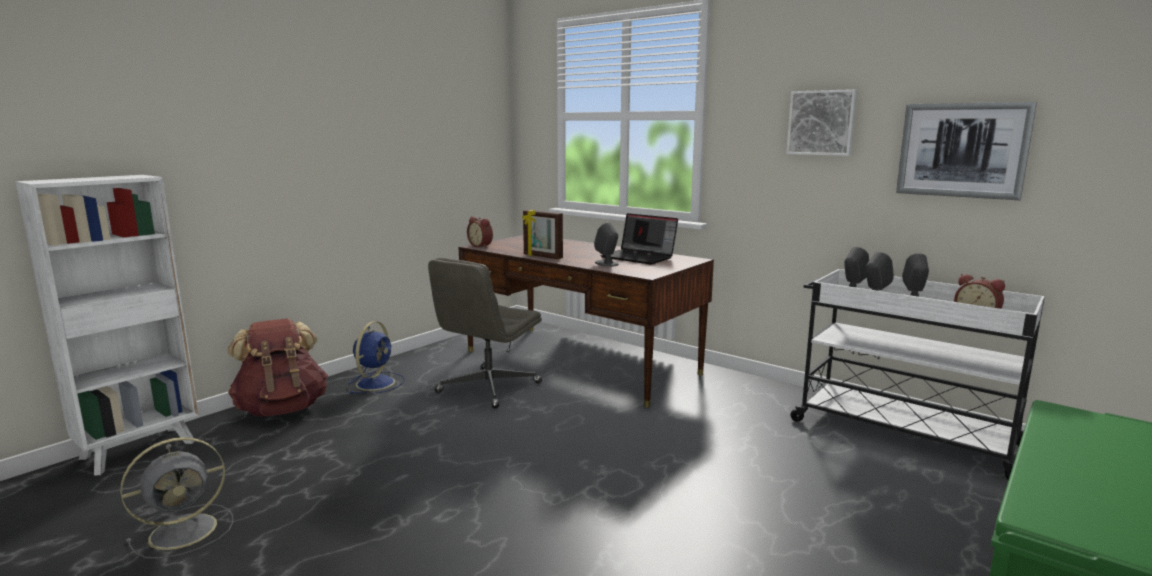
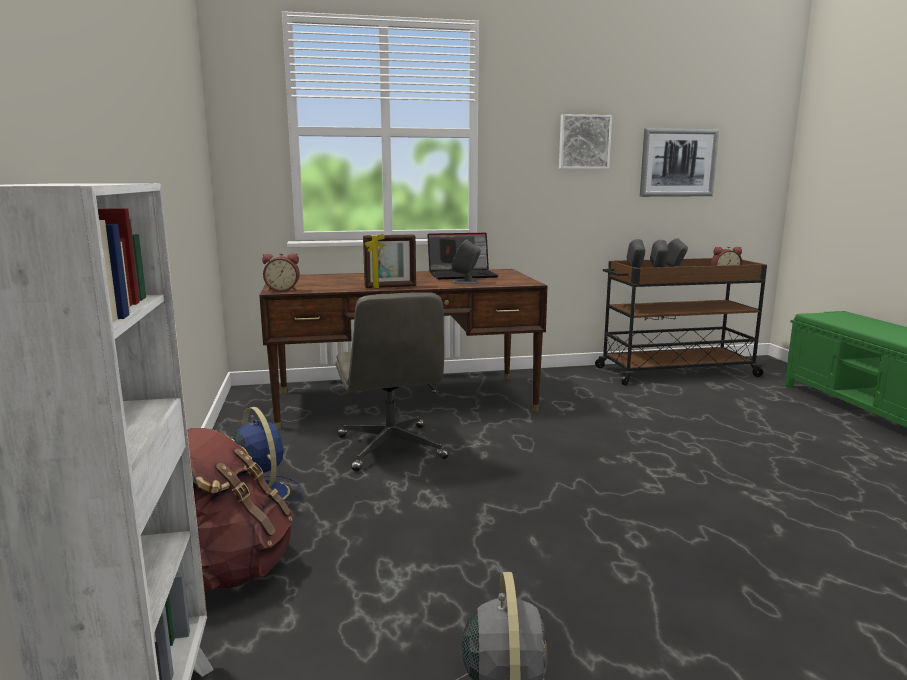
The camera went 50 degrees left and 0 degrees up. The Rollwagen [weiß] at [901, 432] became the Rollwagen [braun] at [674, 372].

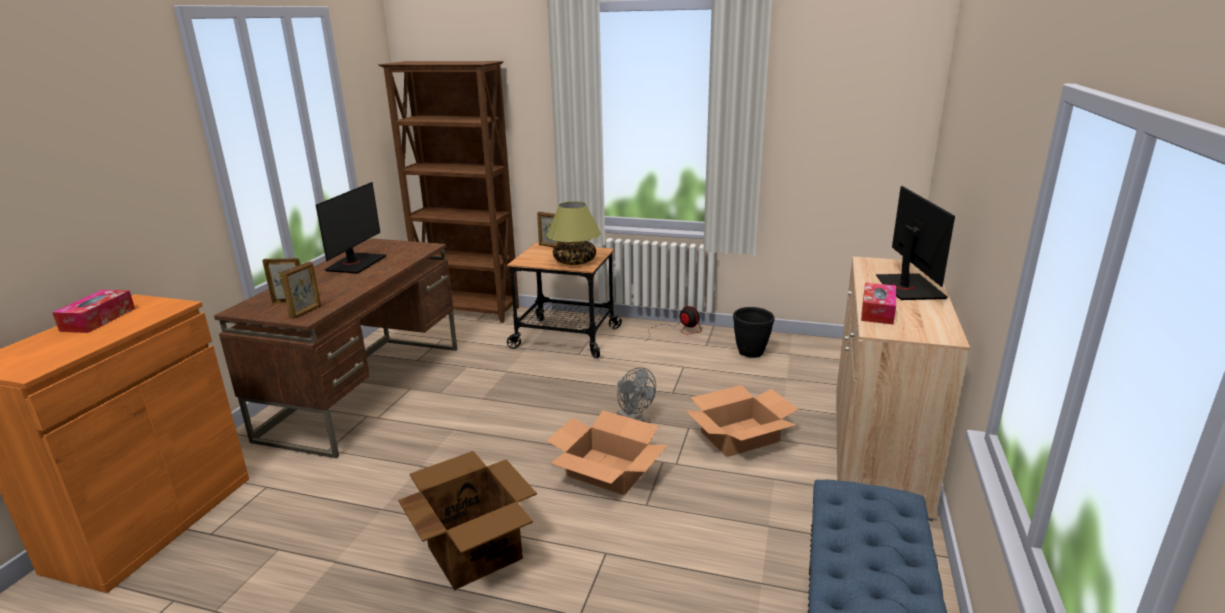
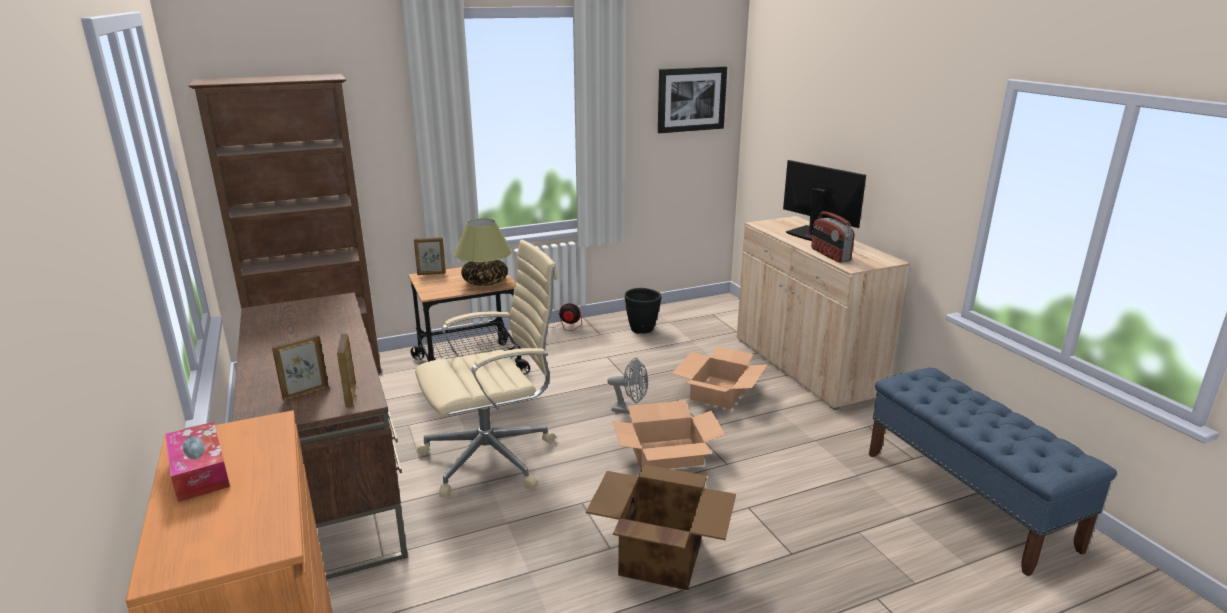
The camera went 40 degrees left and 0 degrees up. The Monitor at [355, 263] disappeared. The Taschentuchbox at [877, 311] was replaced by the Radio at [830, 255]. The Bürostuhl [beige] at [493, 457] appeared. The Bild at [691, 99] appeared.

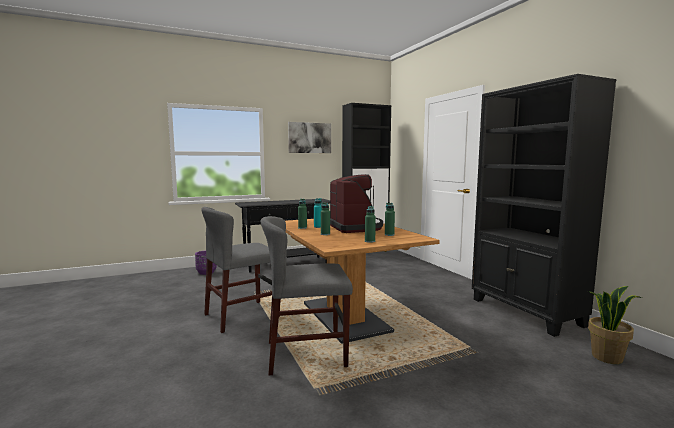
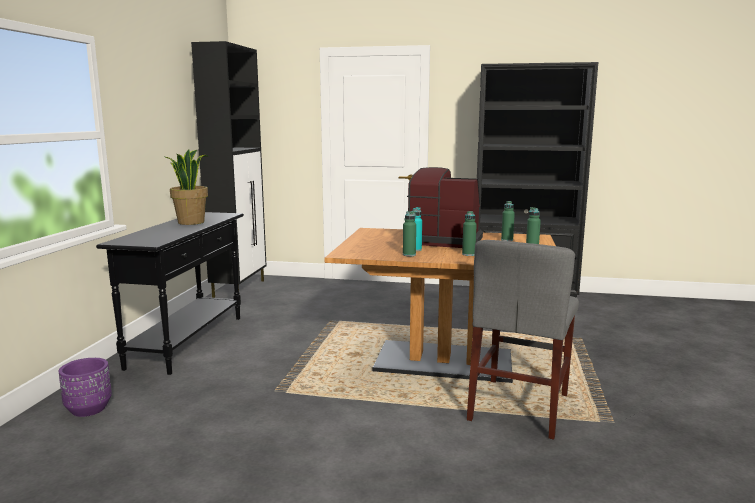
The camera went 55 degrees left and 5 degrees up. The Stuhl [grau] at [242, 315] disappeared. The Bild at [309, 138] disappeared. The Topfpflanze moved from [606, 357] to [191, 222].

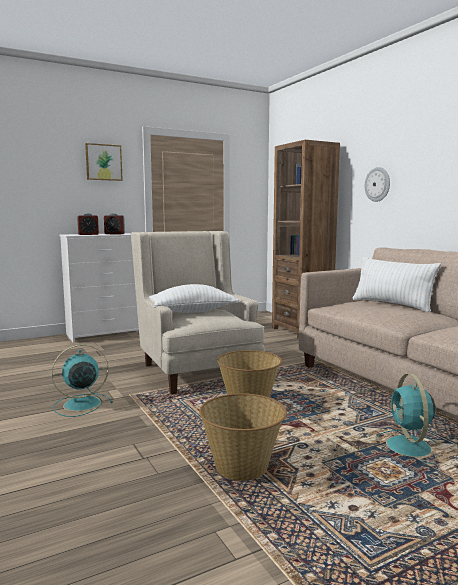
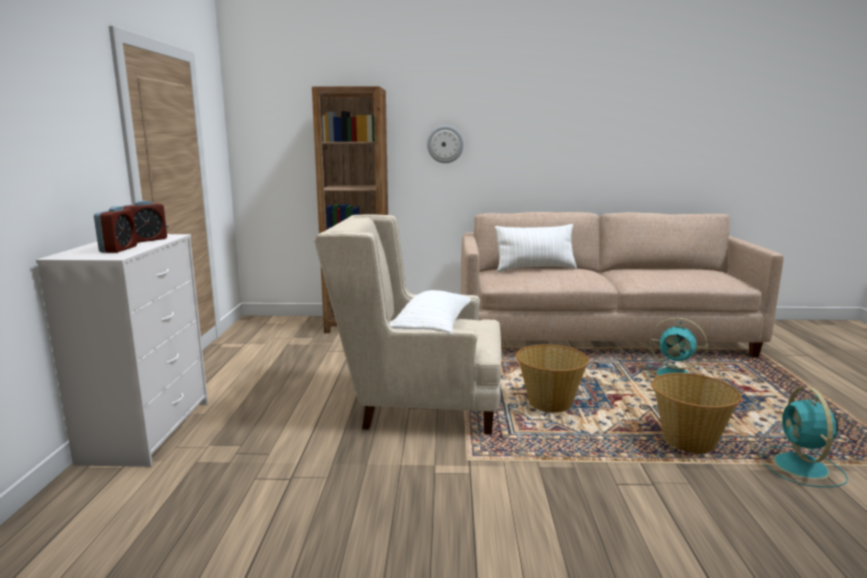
The camera went 60 degrees left and 5 degrees up. The Ventilator [türkis] moved from [80, 404] to [802, 467]. The Bild at [103, 162] disappeared.

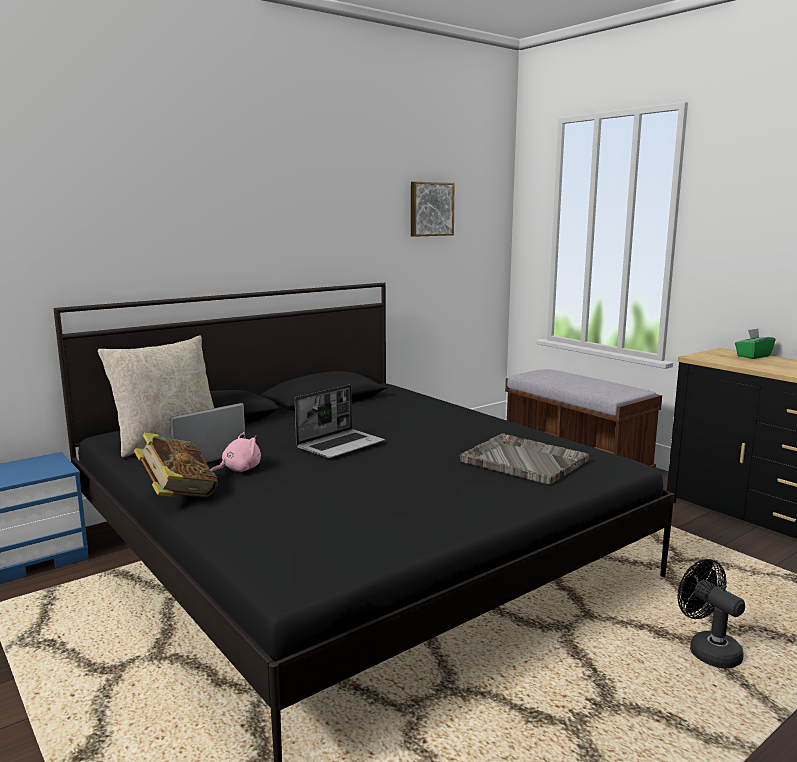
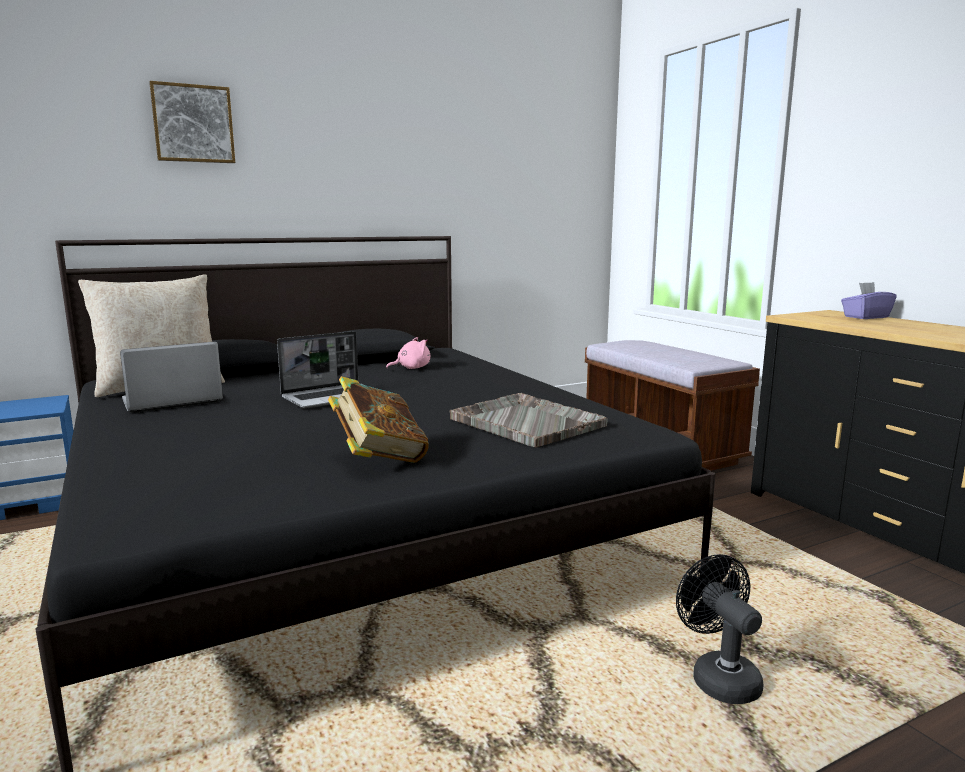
The camera went 10 degrees right and 0 degrees up. The Buch moved from [178, 495] to [379, 458]. The Plüschtier [rosa] moved from [239, 470] to [411, 368]. The Bild moved from [430, 209] to [193, 124]. The Taschentuchbox [grün] at [753, 356] became the Taschentuchbox [lila] at [865, 317].

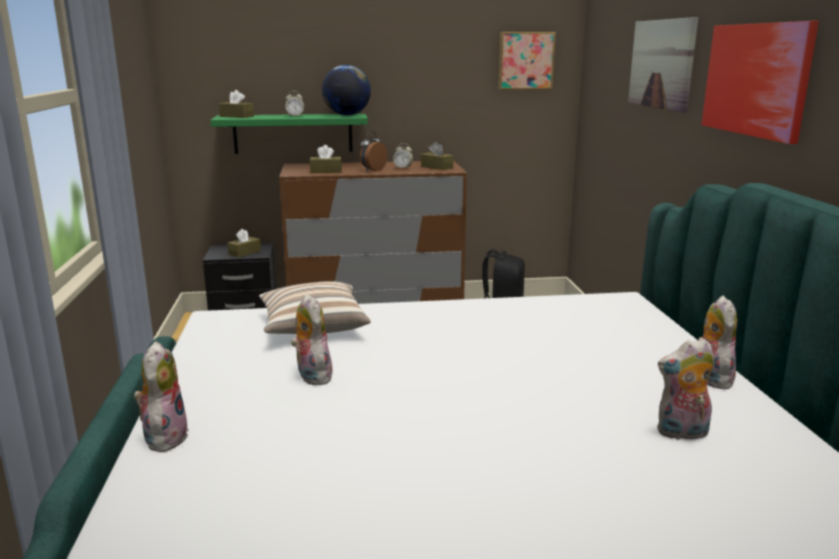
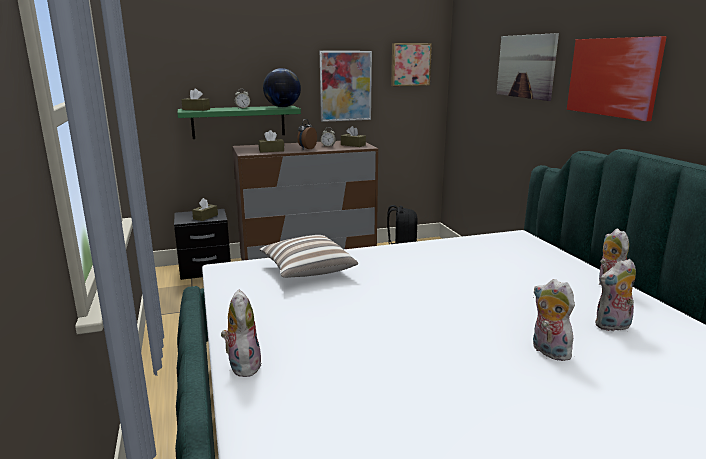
The camera went 10 degrees left and 0 degrees up. The Plüschtier moved from [311, 376] to [548, 351]. The Bild at [345, 86] appeared.

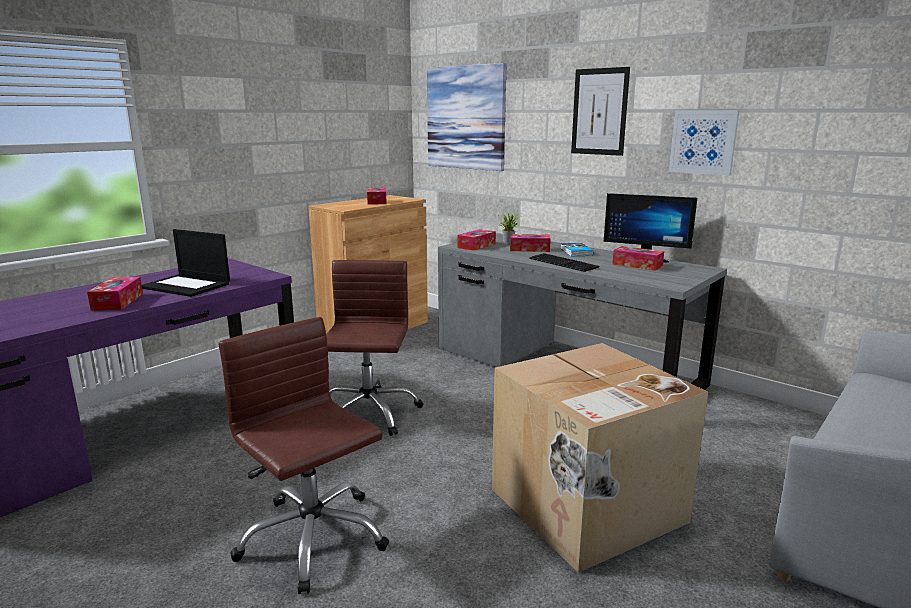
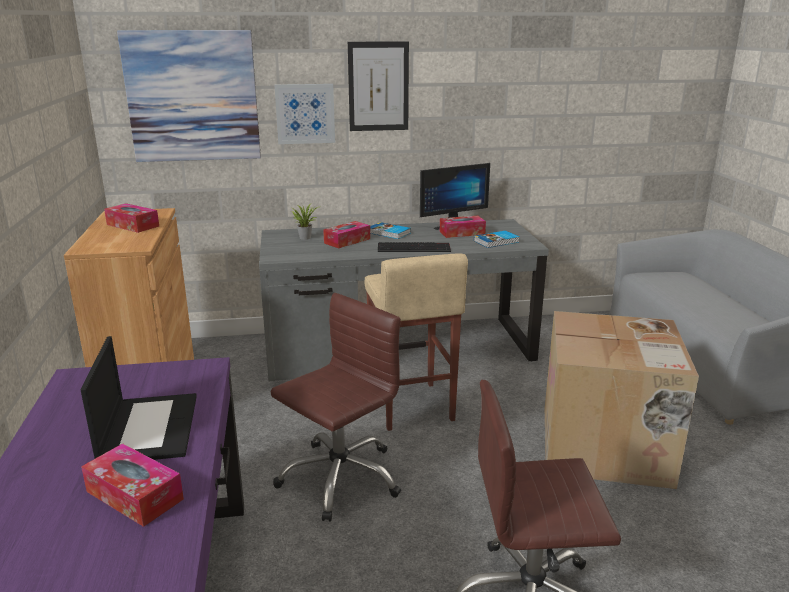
The camera went 50 degrees left and 5 degrees up. The Laptop at [187, 286] turned 75 degrees counterclockwise. The Bürostuhl [braun] at [368, 412] turned 90 degrees clockwise. The Taschentuchbox at [476, 246] disappeared. The Bild moved from [703, 142] to [305, 113]. The Hocker [beige] at [410, 406] appeared. The Buch at [497, 241] appeared.

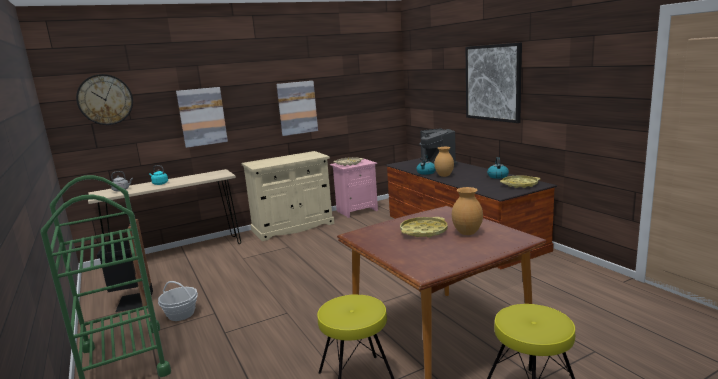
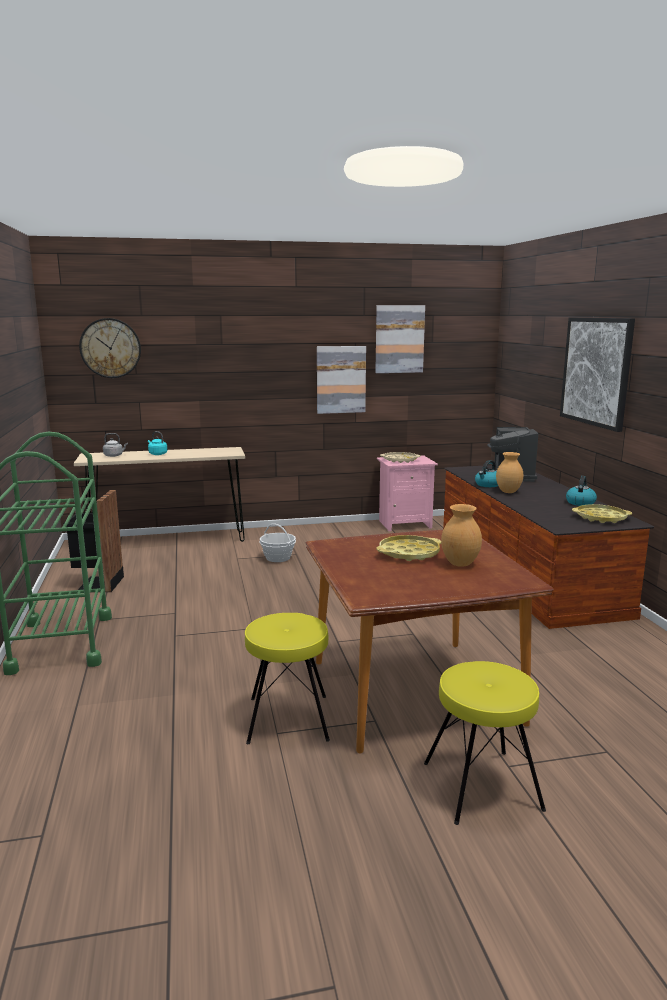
The camera went 15 degrees right and 0 degrees up. The Korb moved from [181, 314] to [278, 558]. The Bild moved from [202, 117] to [399, 339]. The Schrank [beige] at [293, 227] disappeared.

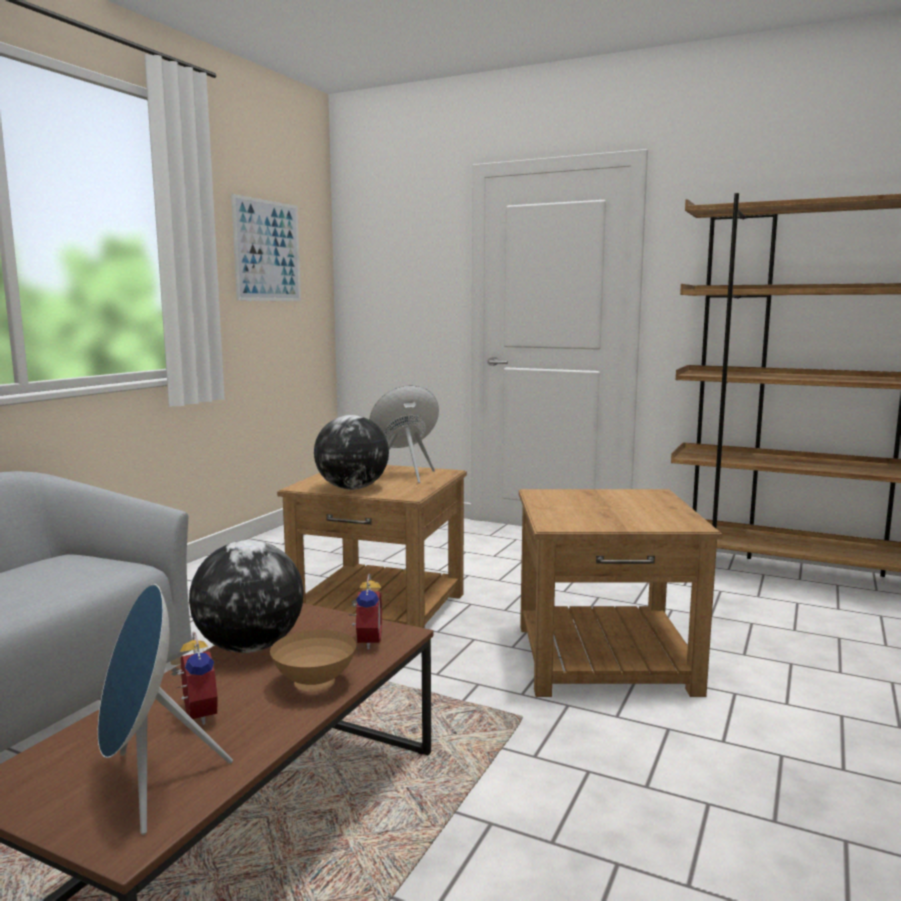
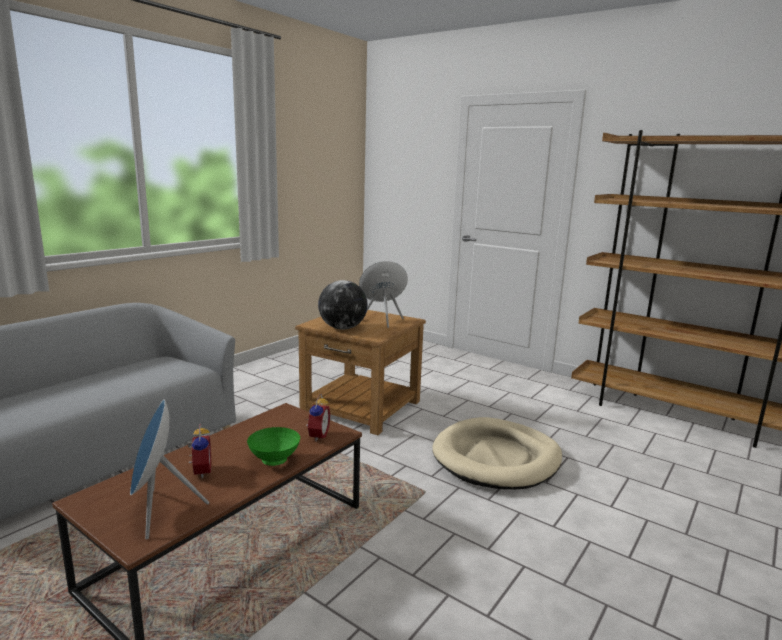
The camera went 10 degrees right and 5 degrees up. The Globus at [250, 647] disappeared. The Bild at [267, 251] disappeared. The Schüssel [braun] at [316, 684] became the Schüssel [grün] at [275, 461]. The Beistelltisch [braun] at [604, 658] was replaced by the Hundebett [beige] at [496, 458].

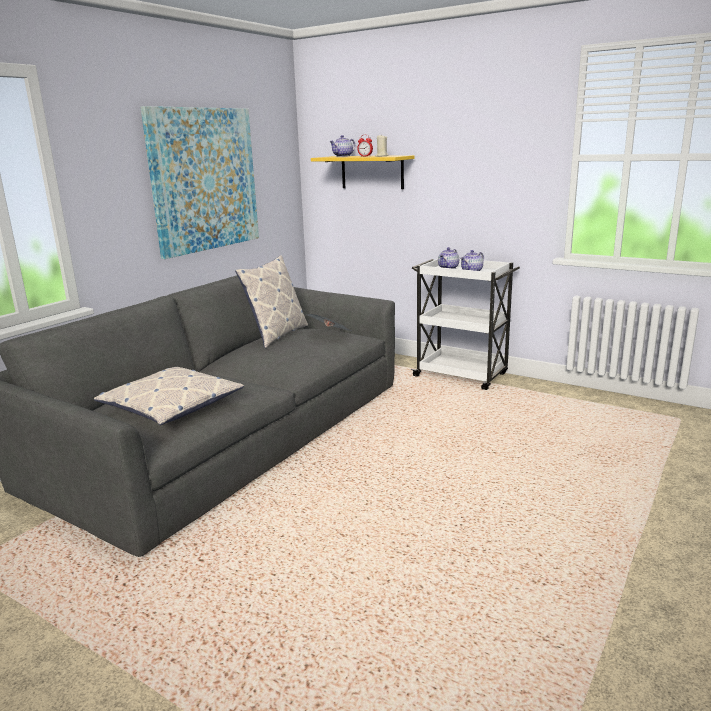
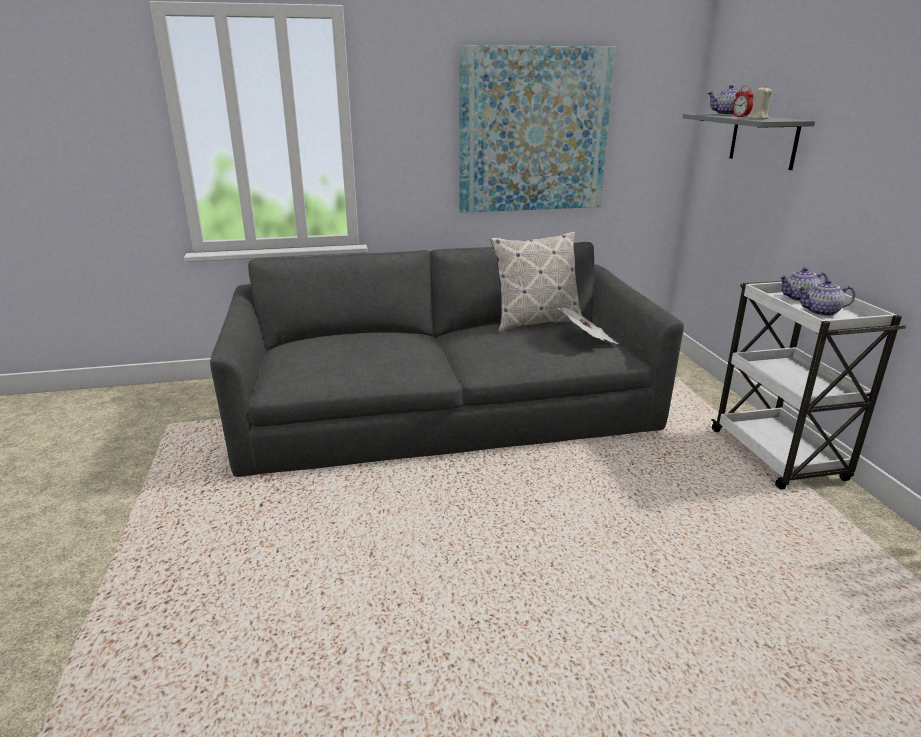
The camera went 45 degrees right and 5 degrees up. The Kissen at [171, 405] disappeared. The Wandregal [gelb] at [372, 172] became the Wandregal [grau] at [763, 140].

